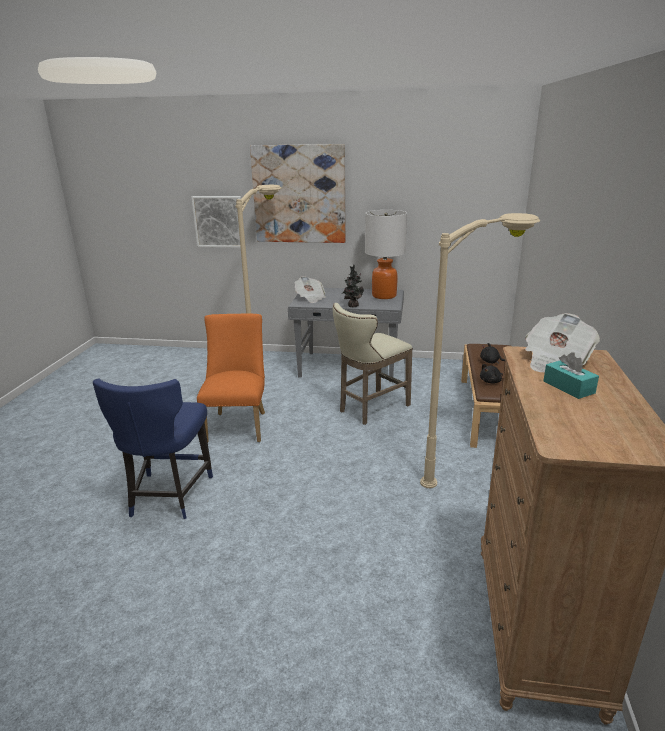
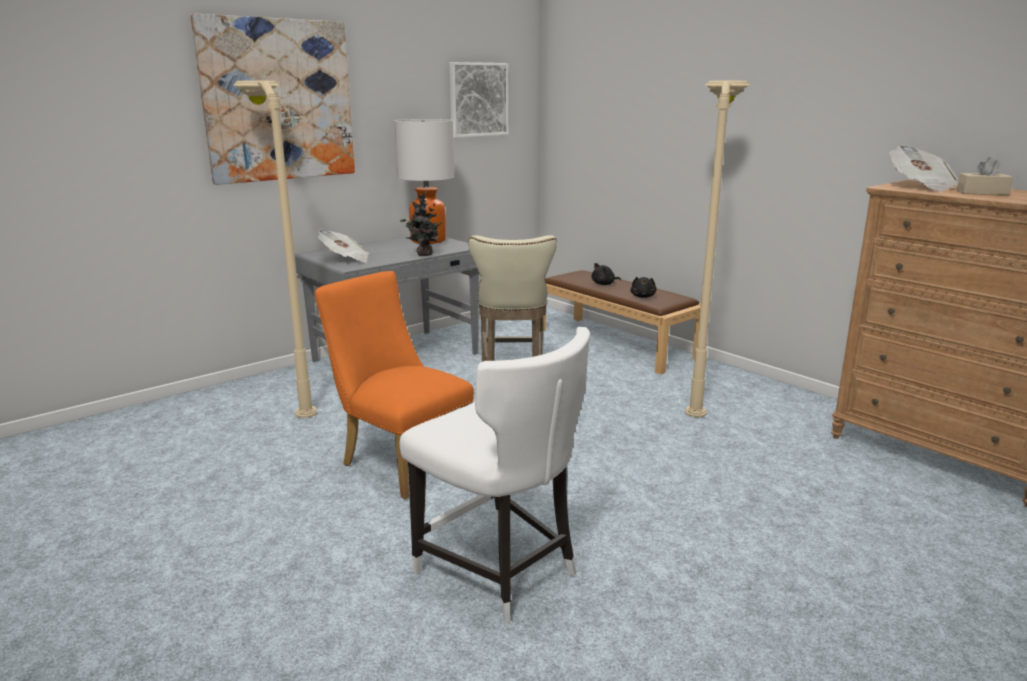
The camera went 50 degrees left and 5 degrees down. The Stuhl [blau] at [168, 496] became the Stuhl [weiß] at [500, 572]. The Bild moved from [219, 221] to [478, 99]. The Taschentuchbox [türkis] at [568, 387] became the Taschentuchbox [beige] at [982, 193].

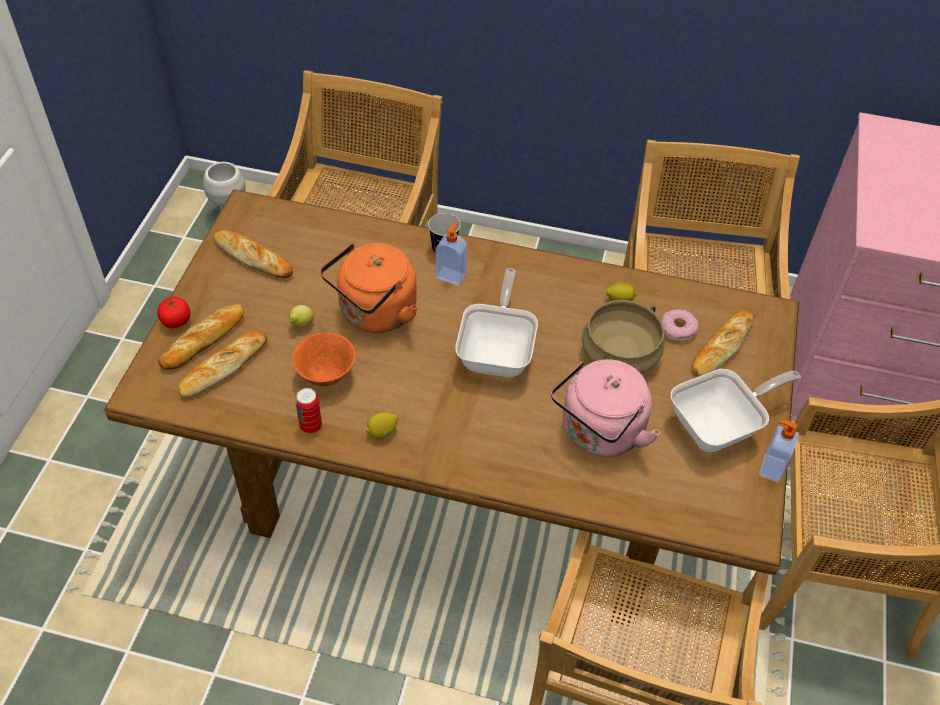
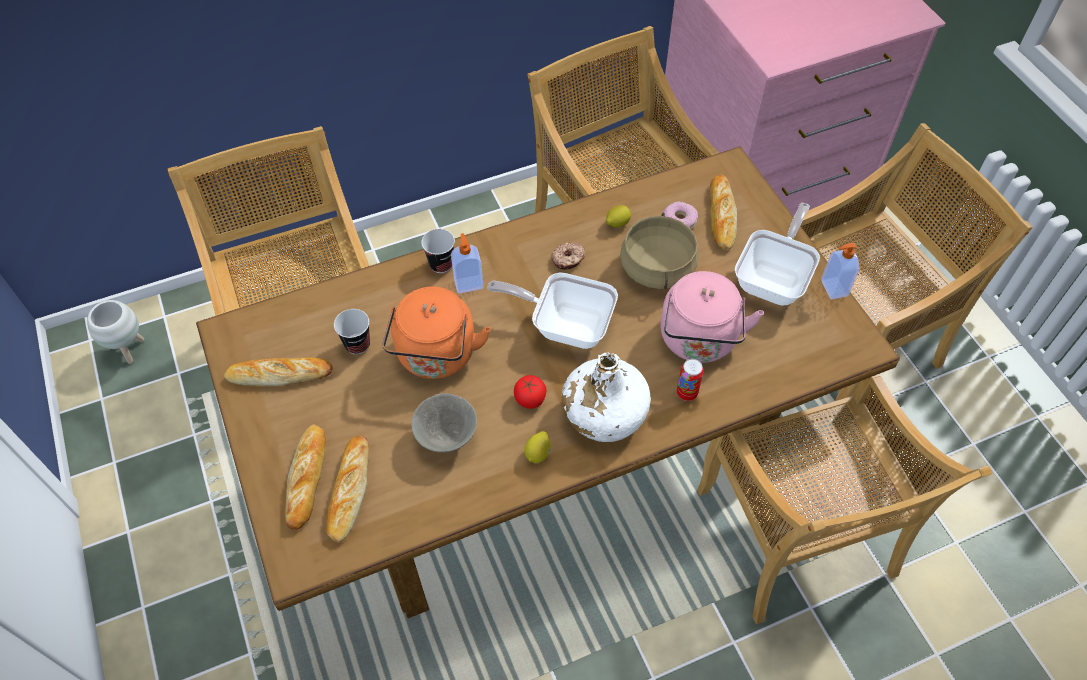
The camera went 35 degrees left and 5 degrees up. The Tomate moved from [176, 321] to [530, 399]. The Zitrone at [301, 325] disappeared. The Schüssel [orange] at [325, 376] became the Schüssel [grau] at [446, 438]. The Dose moved from [311, 426] to [686, 393]. The Pfanne at [497, 351] turned 45 degrees counterclockwise. The Tasse at [357, 344] appeared. The Donut at [568, 259] appeared. The Flasche [weiß] at [604, 413] appeared.

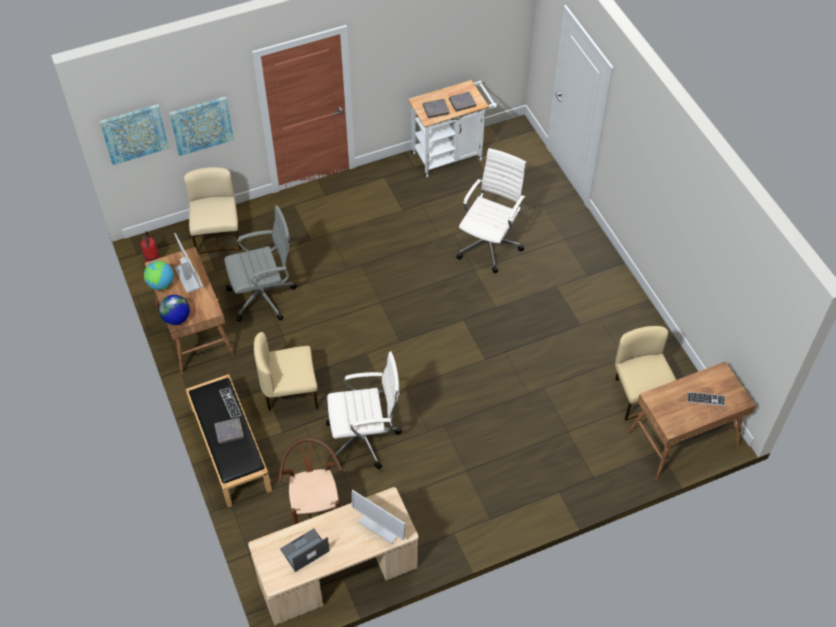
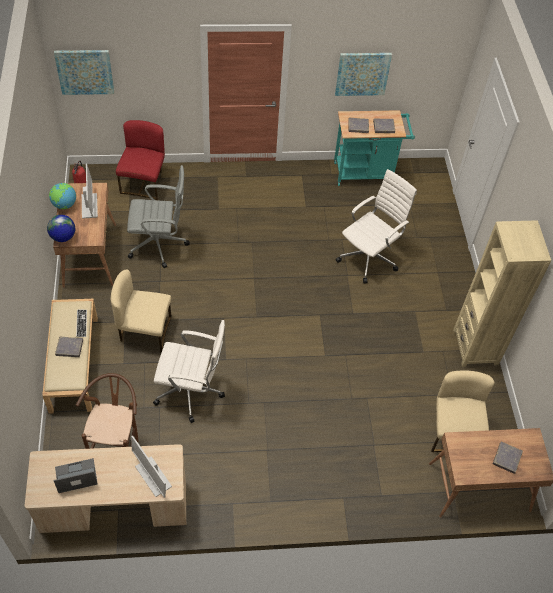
The camera went 15 degrees right and 0 degrees up. The Bild moved from [201, 125] to [362, 73]. The Stuhl [beige] at [217, 235] became the Stuhl [rot] at [144, 183]. The Bank [schwarz] at [230, 448] became the Bank [beige] at [73, 363]. The Rollwagen [weiß] at [451, 154] became the Rollwagen [türkis] at [366, 173]. The Tastatur at [705, 399] was replaced by the Buch [grau] at [507, 458]. The Bücherregal [beige] at [475, 347] appeared.

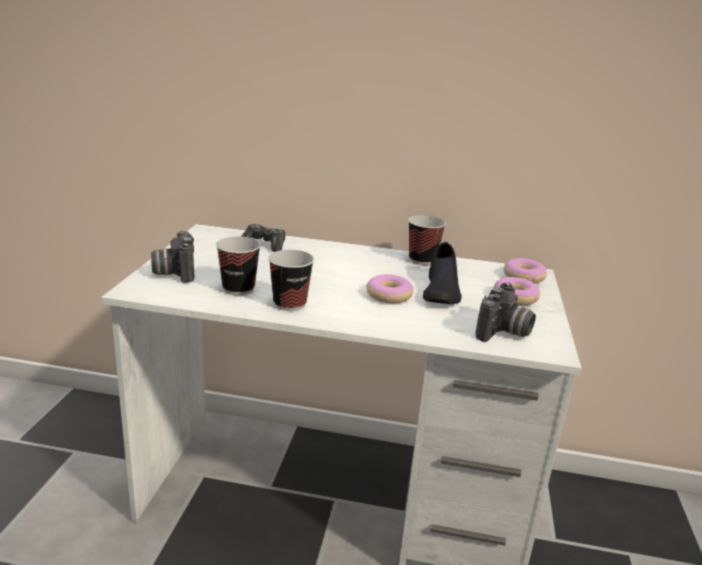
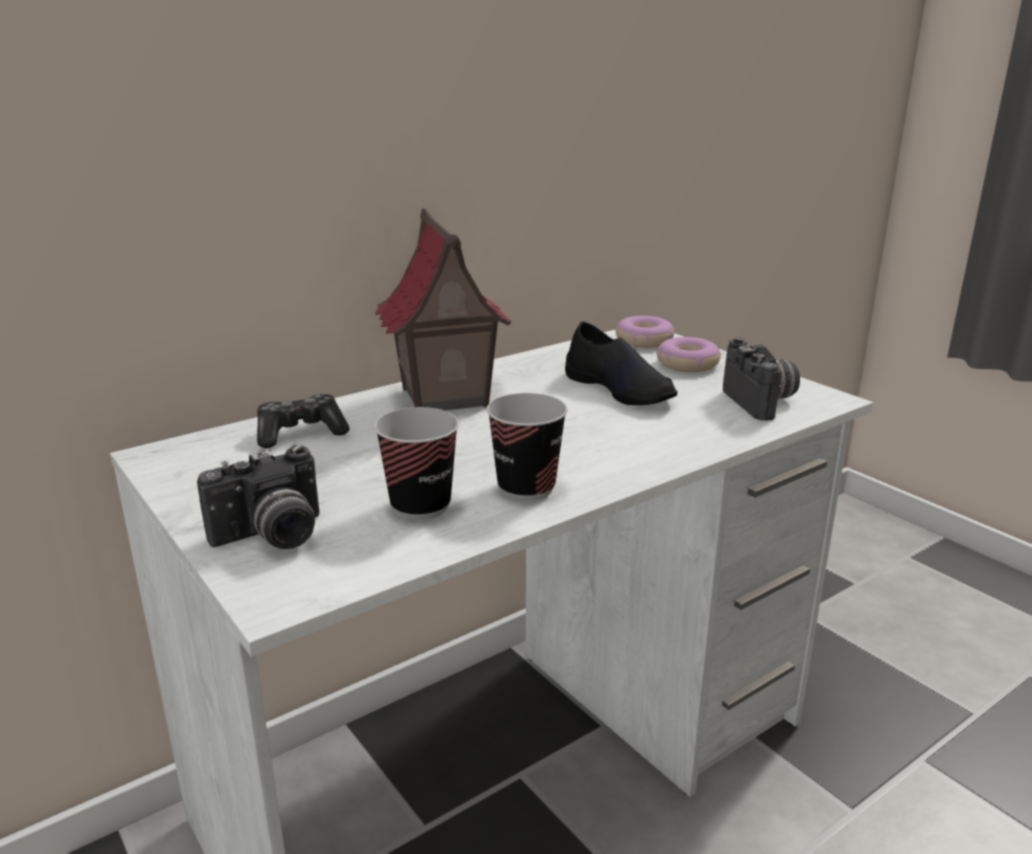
The camera went 45 degrees left and 0 degrees up. The Kamera at [174, 272] turned 60 degrees counterclockwise. The Donut at [389, 295] disappeared. The Tasse at [422, 260] disappeared. The Spielzeughaus at [443, 397] appeared.

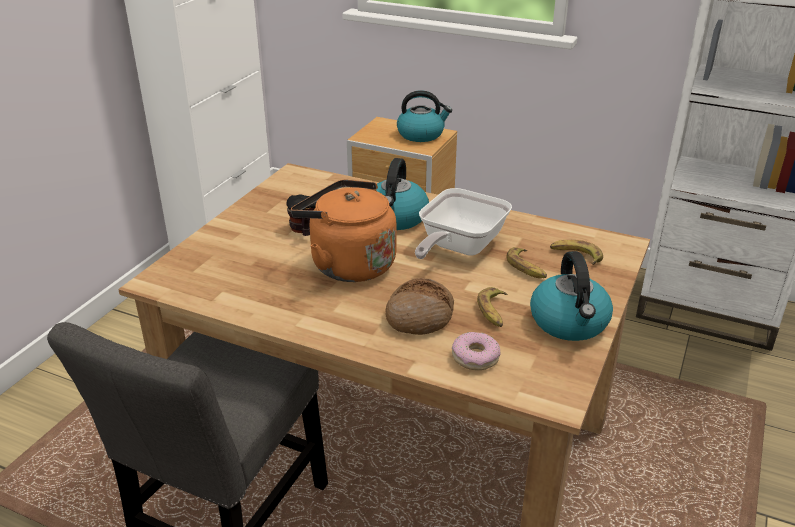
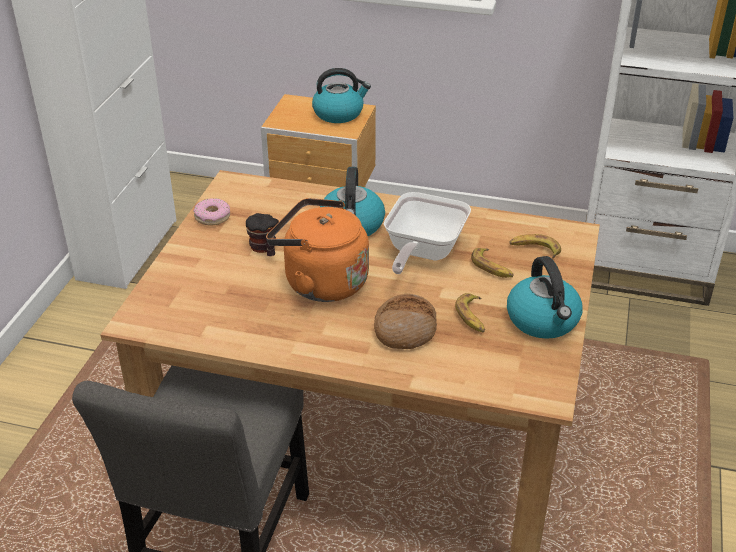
The camera went 10 degrees left and 5 degrees up. The Donut moved from [475, 357] to [212, 217].

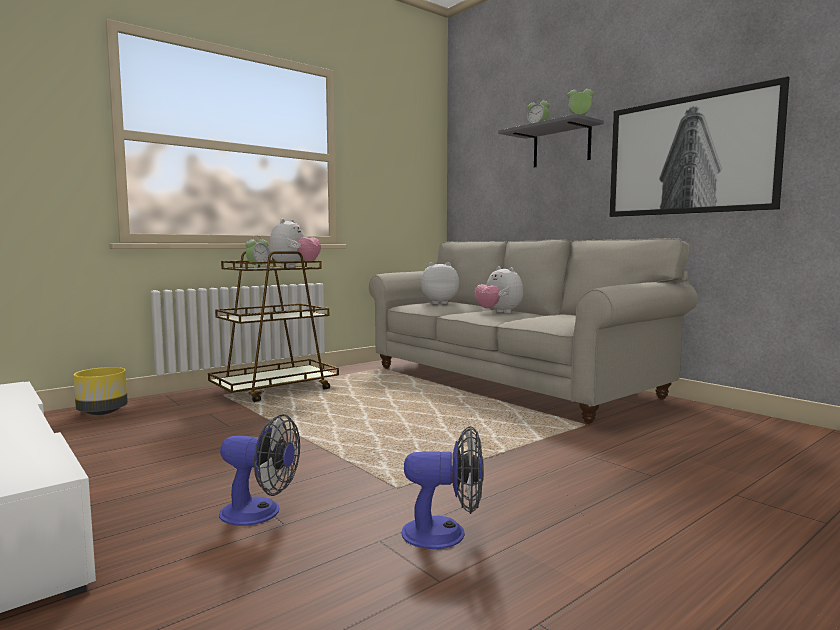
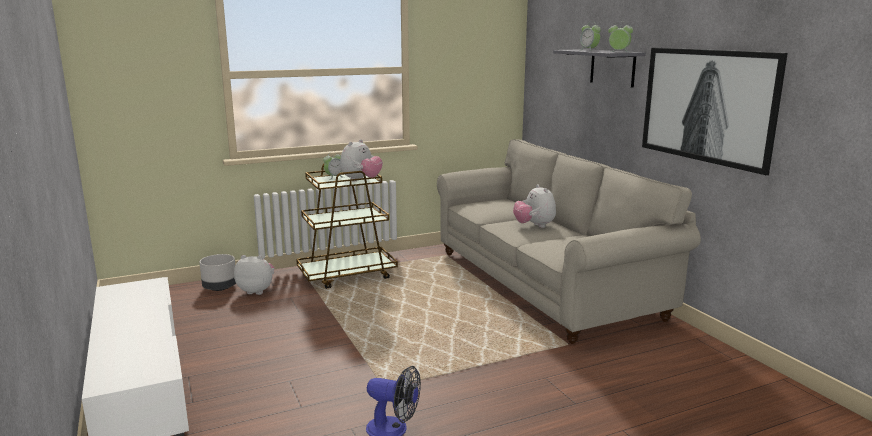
The camera went 15 degrees right and 10 degrees up. The Pflanzkübel [gelb] at [102, 412] became the Pflanzkübel [grau] at [220, 288]. The Ventilator at [260, 513] disappeared. The Plüschtier moved from [438, 303] to [257, 291].

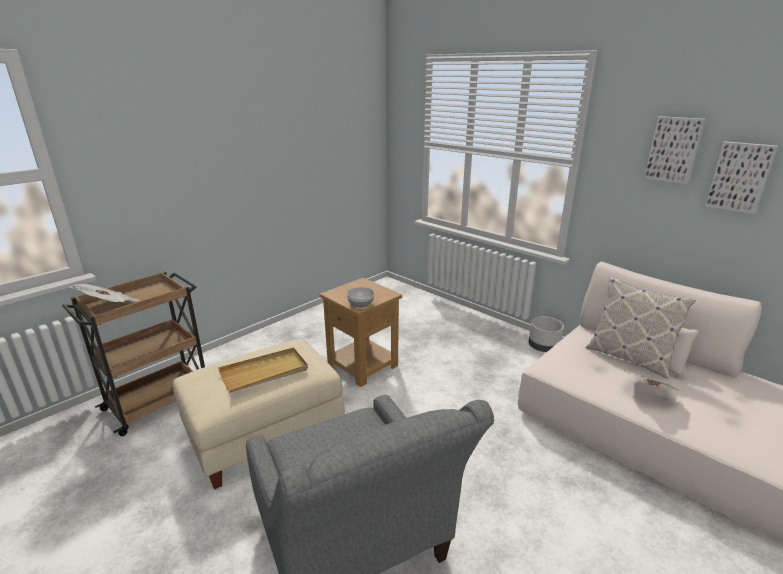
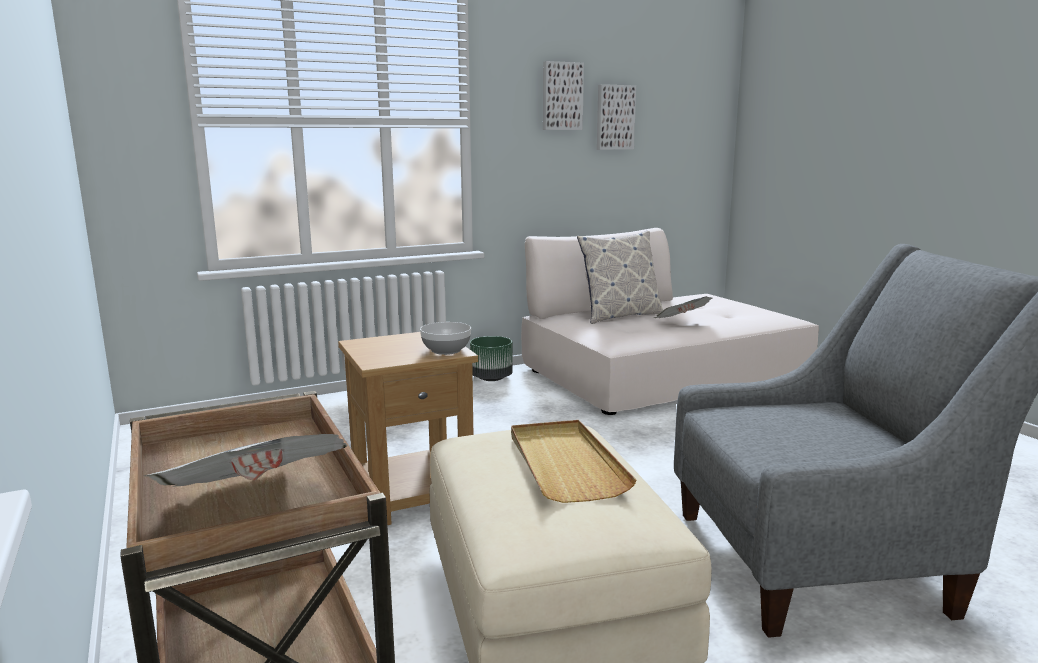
The camera went 70 degrees left and 10 degrees down. The Pflanzkübel [grau] at [543, 348] became the Pflanzkübel [grün] at [491, 378].

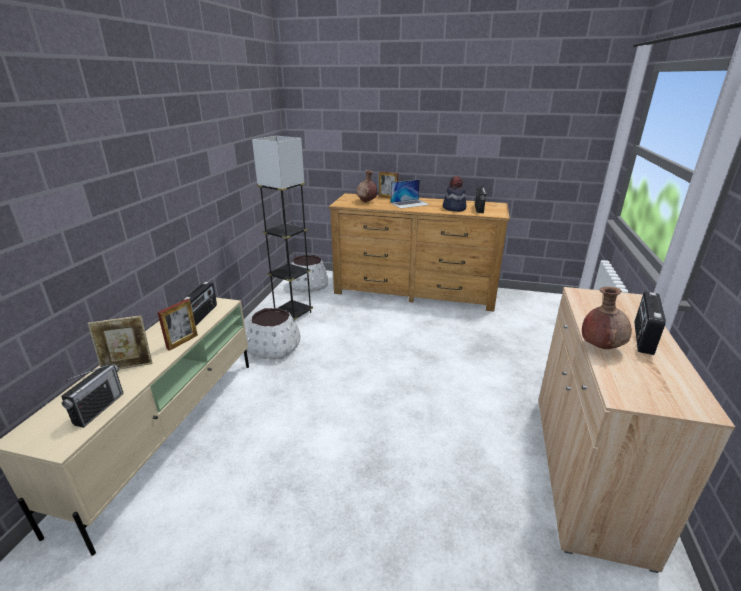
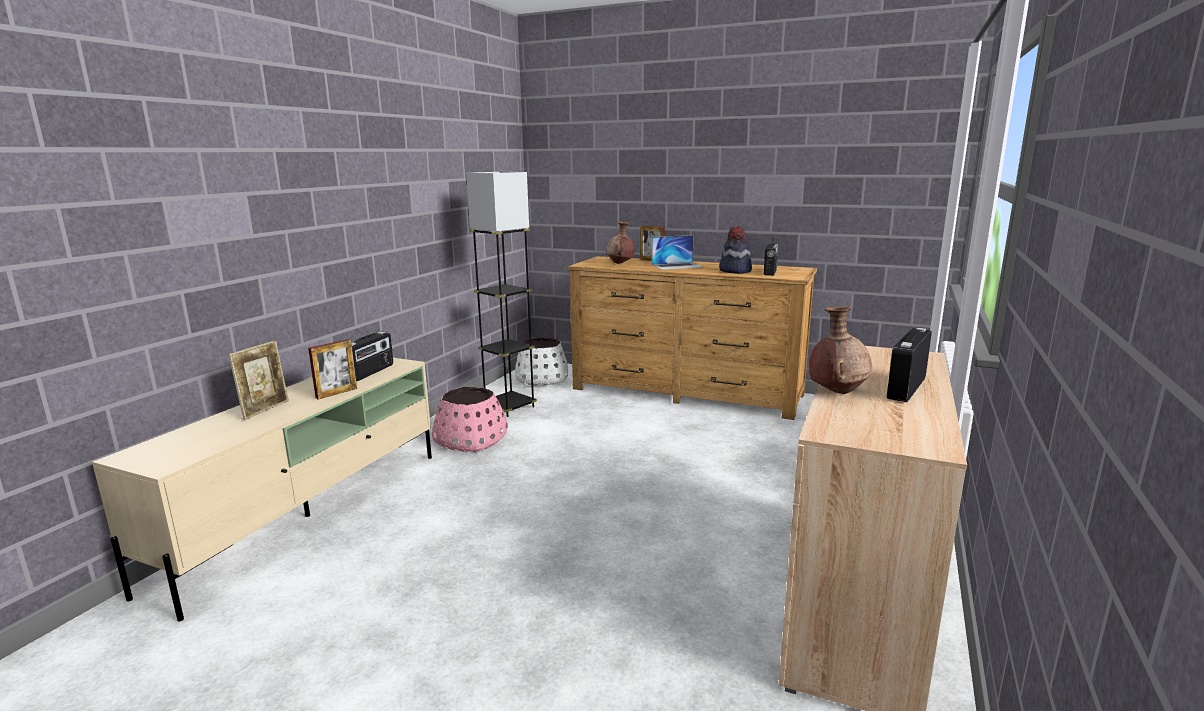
The camera went 10 degrees right and 10 degrees down. The Radio at [99, 408] disappeared. The Bilderrahmen at [128, 366] turned 60 degrees counterclockwise. The Pflanzkübel [weiß] at [274, 347] became the Pflanzkübel [rosa] at [471, 440].

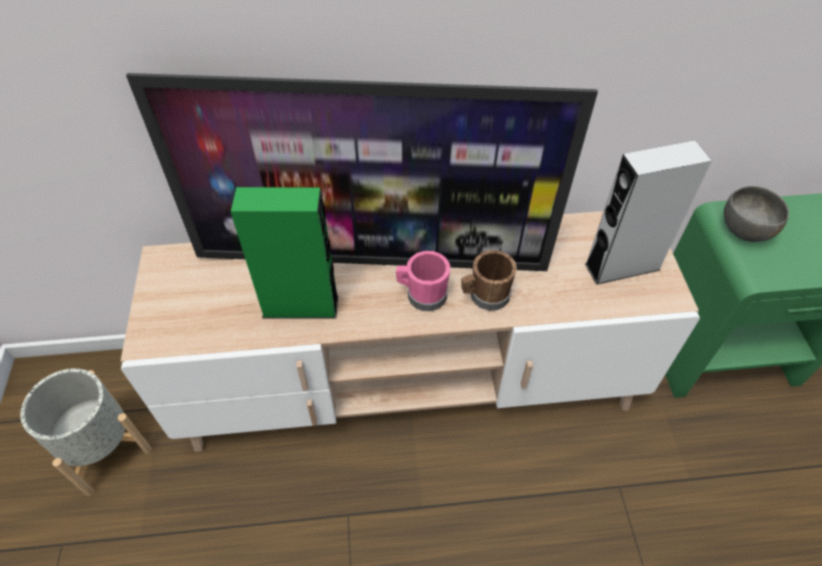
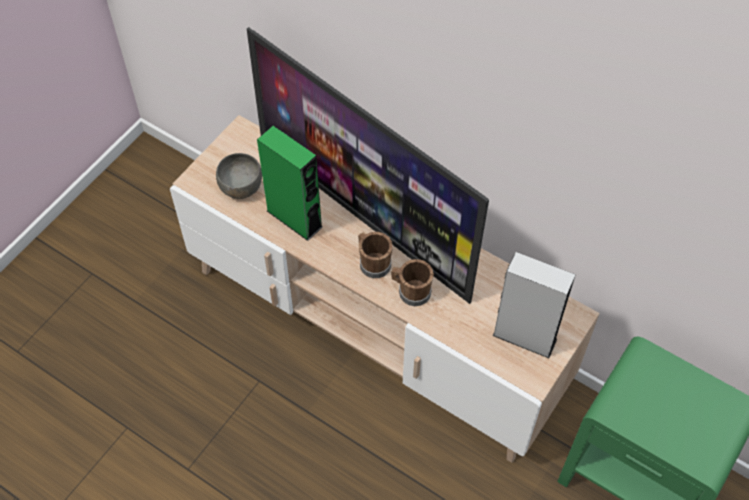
The camera went 40 degrees right and 5 degrees up. The Pflanzkübel [grau] at [103, 449] disappeared. The Henkelbecher [rosa] at [422, 294] became the Henkelbecher [braun] at [373, 262]. The Schüssel [grau] moved from [746, 229] to [241, 187].

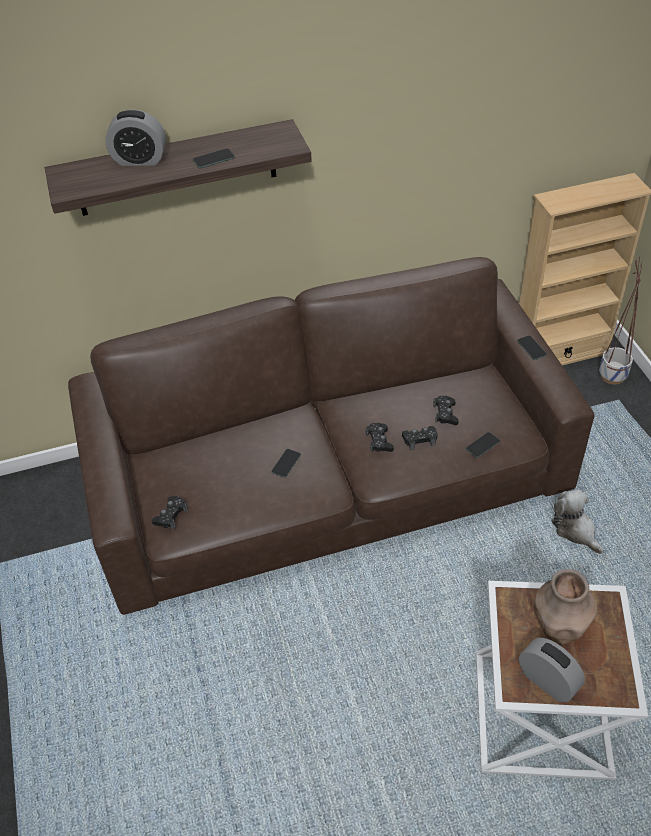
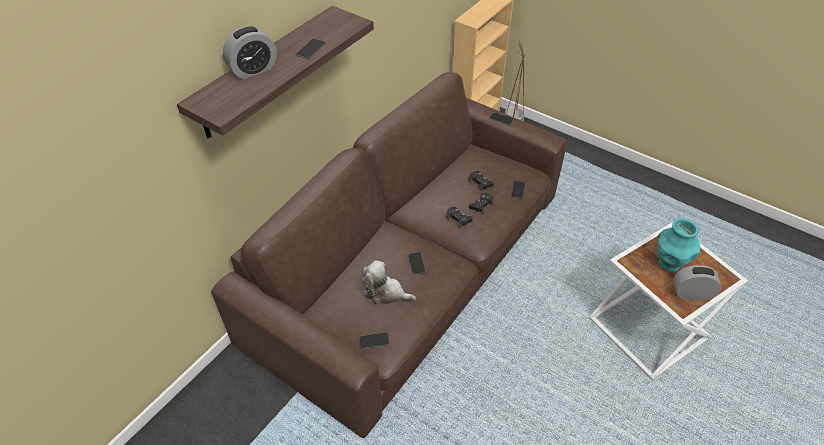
The camera went 40 degrees left and 0 degrees up. The Gamepad [schwarz] at [171, 515] was replaced by the Handy at [374, 341]. The Vase [braun] at [558, 630] became the Vase [türkis] at [668, 264]. The Plüschtier moved from [575, 530] to [385, 292].

